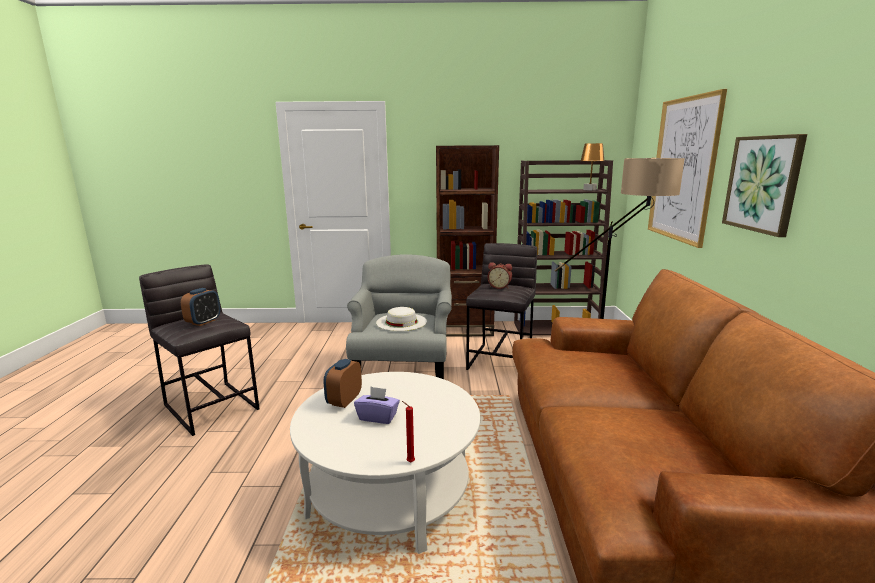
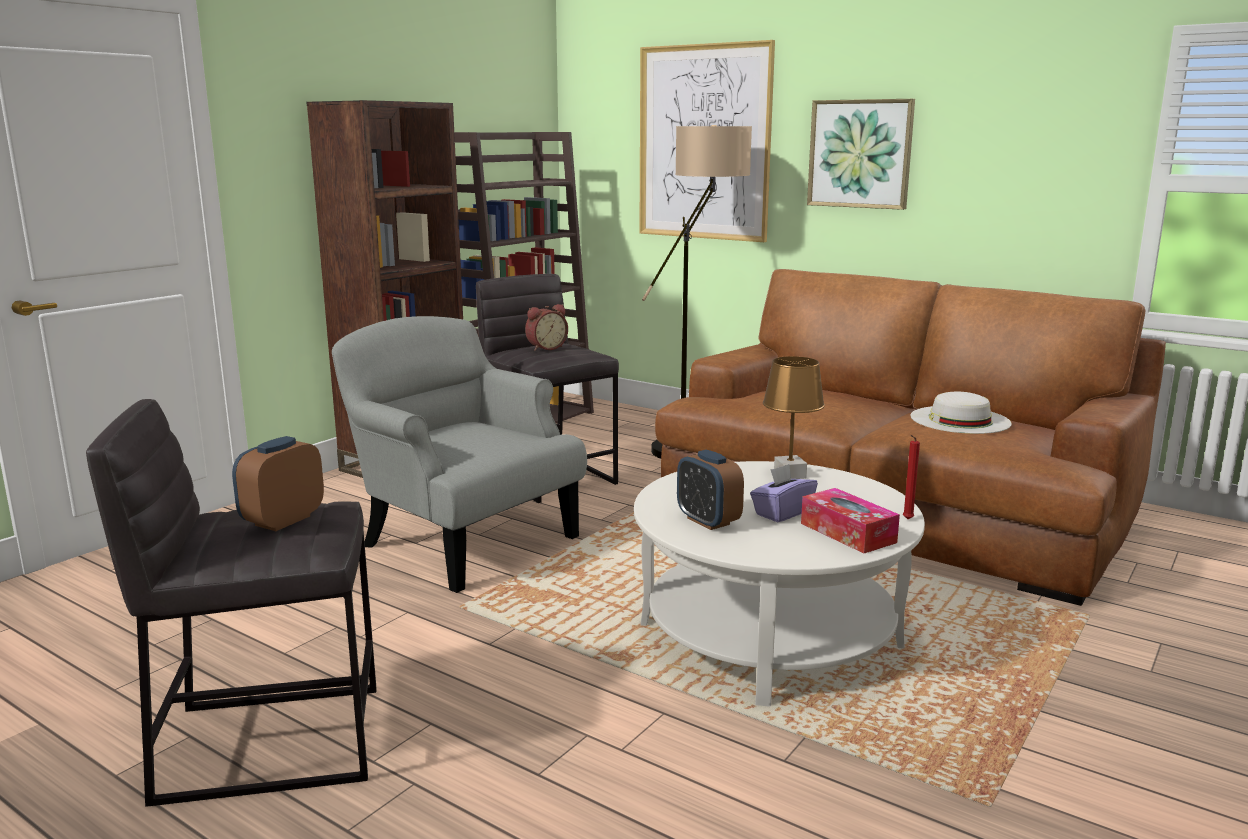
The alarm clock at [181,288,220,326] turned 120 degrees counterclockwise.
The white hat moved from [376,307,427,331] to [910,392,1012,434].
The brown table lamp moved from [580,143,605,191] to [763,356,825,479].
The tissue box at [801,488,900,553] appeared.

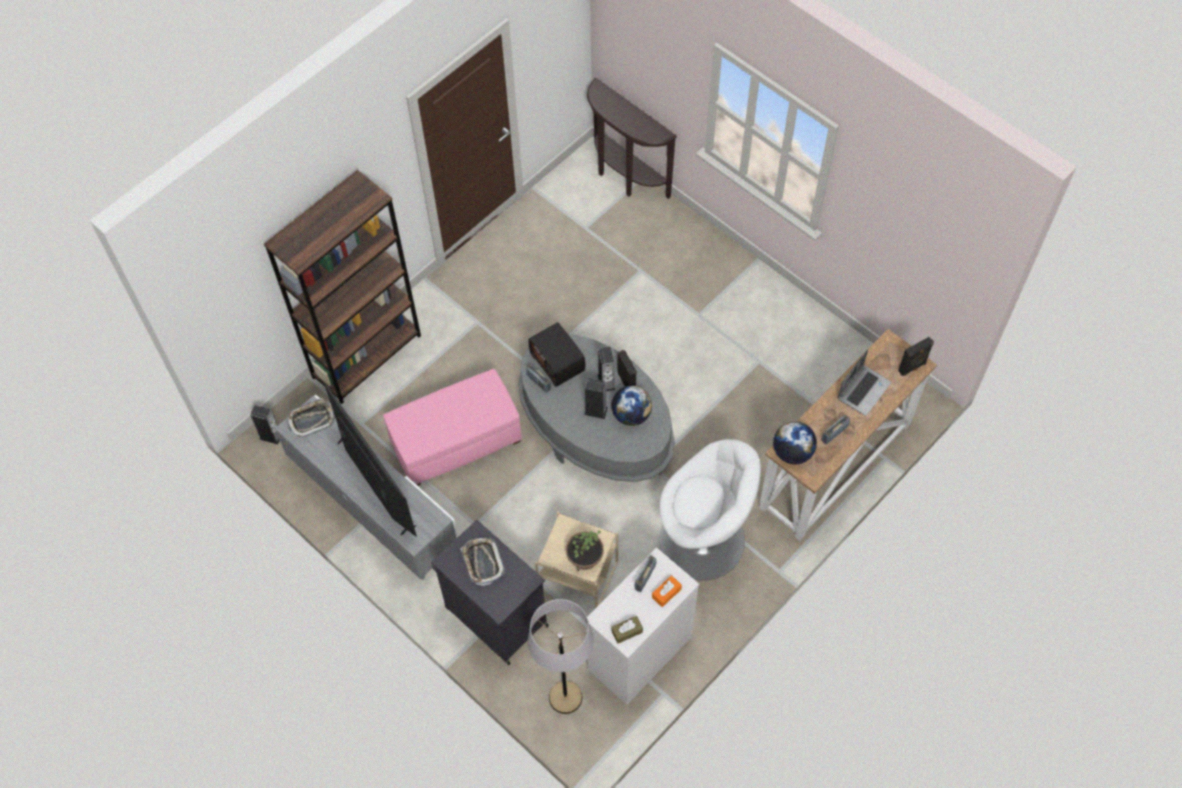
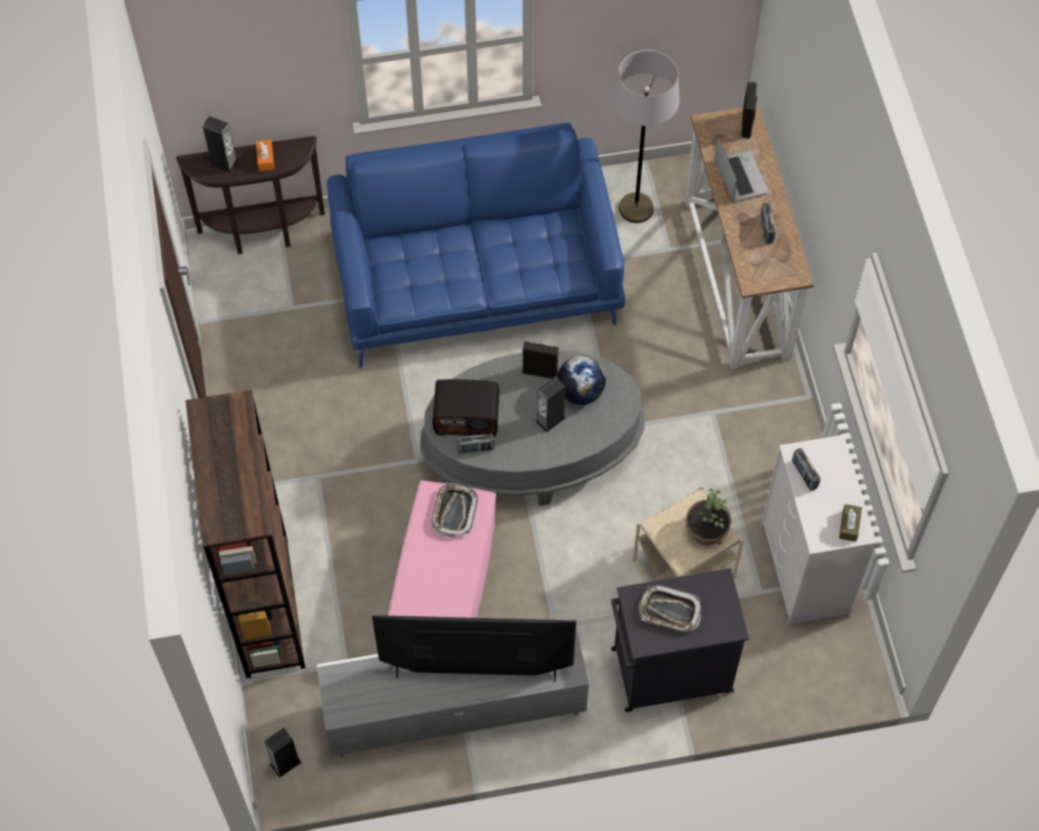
The tray moved from [286,398,335,438] to [431,483,478,537].
The grey floor lamp moved from [528,599,593,714] to [613,50,679,223].
The speaker moved from [598,347,615,392] to [203,116,238,173].
The orange tissue box moved from [652,575,682,607] to [256,140,274,171].
The white armchair at [660,439,761,581] disappeared.
The globe at [773,421,817,464] disappeared.
The blue sofa at [327,123,625,368] appeared.

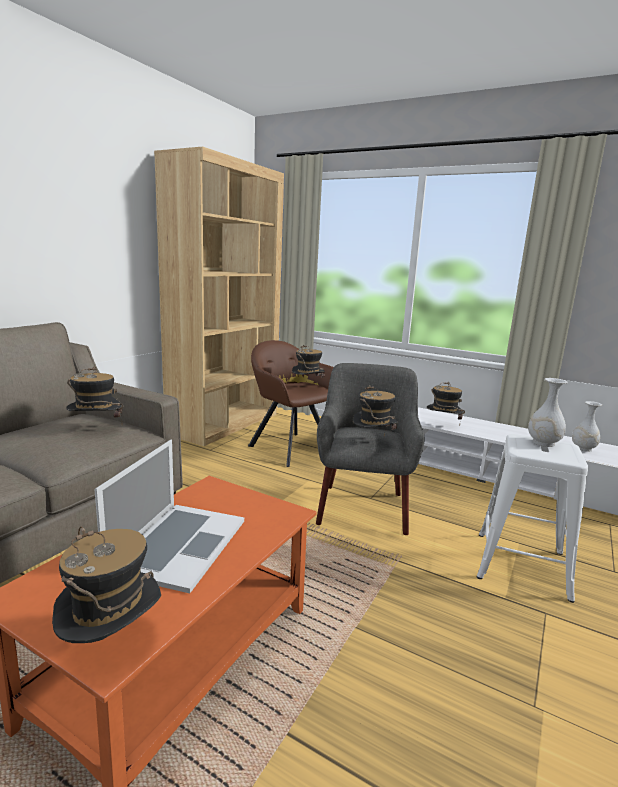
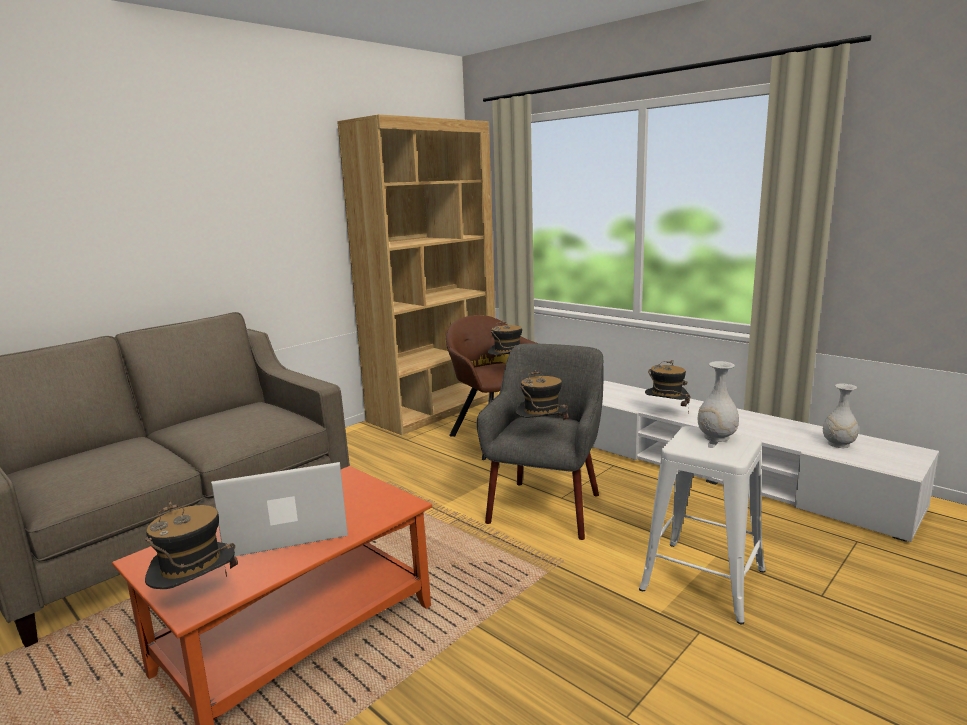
The hat at [66,367,124,418] disappeared.
The laptop at [95,439,244,593] turned 135 degrees counterclockwise.

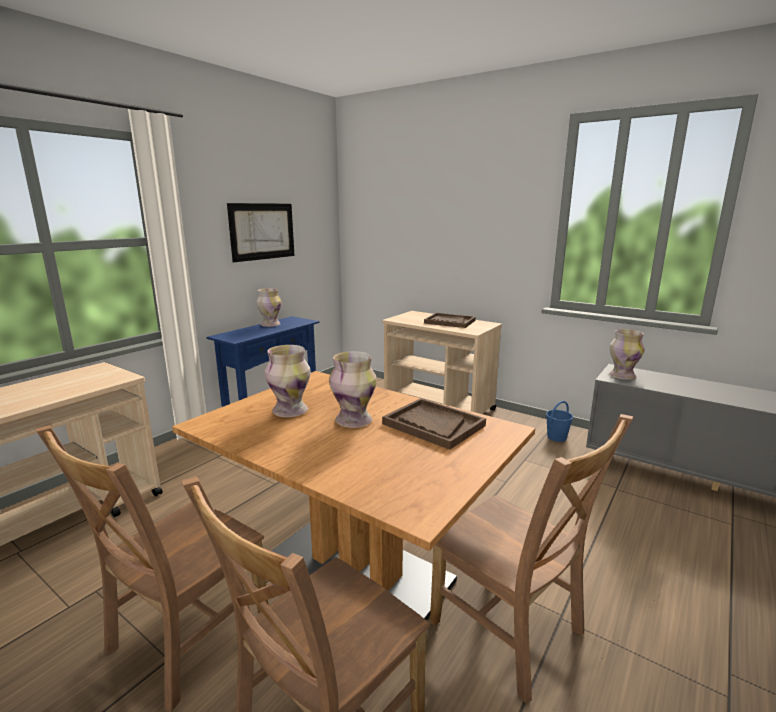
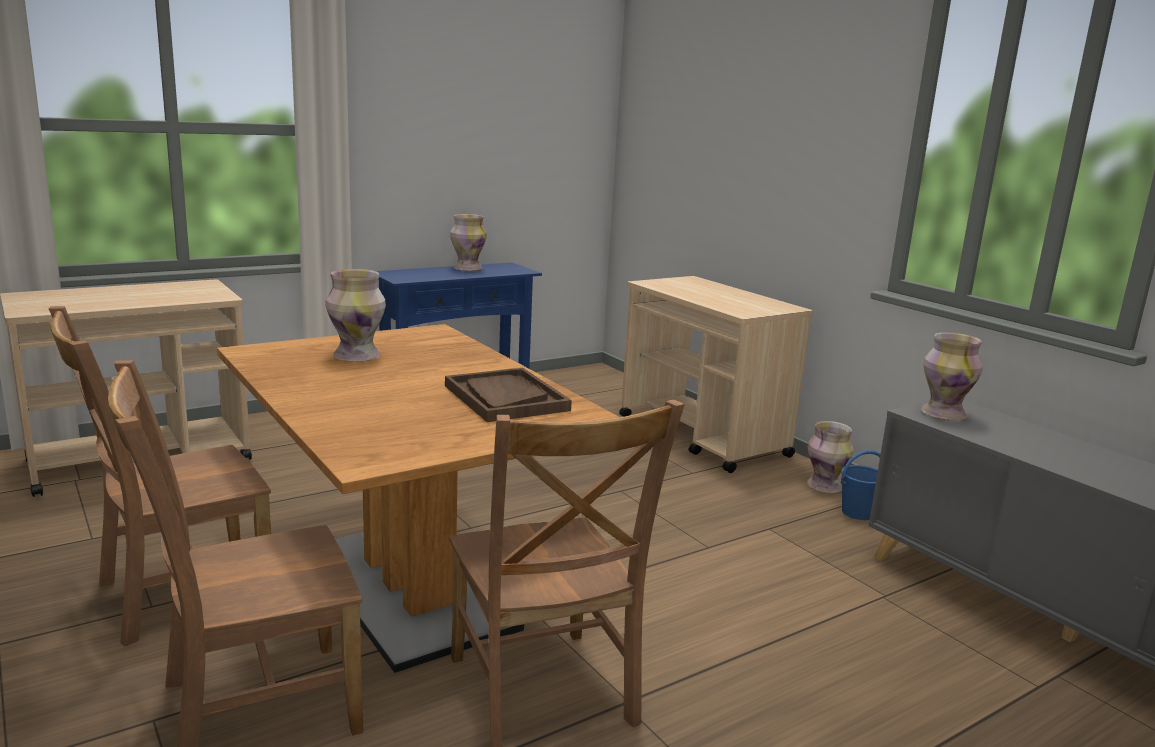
The picture at [227,203,294,262] disappeared.
The vase moved from [329,351,377,428] to [807,421,853,493].
The brown tray at [424,313,476,328] disappeared.

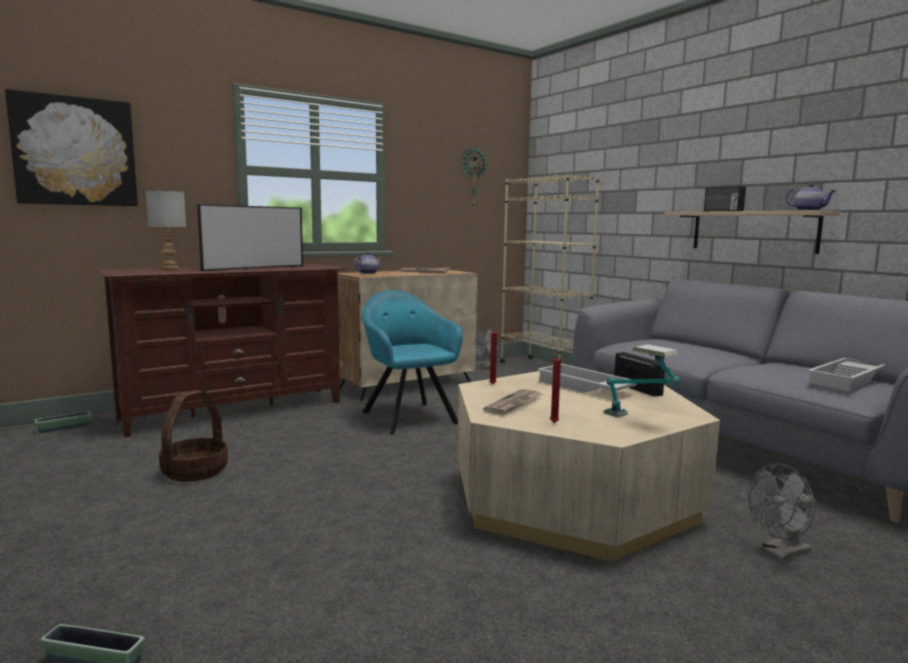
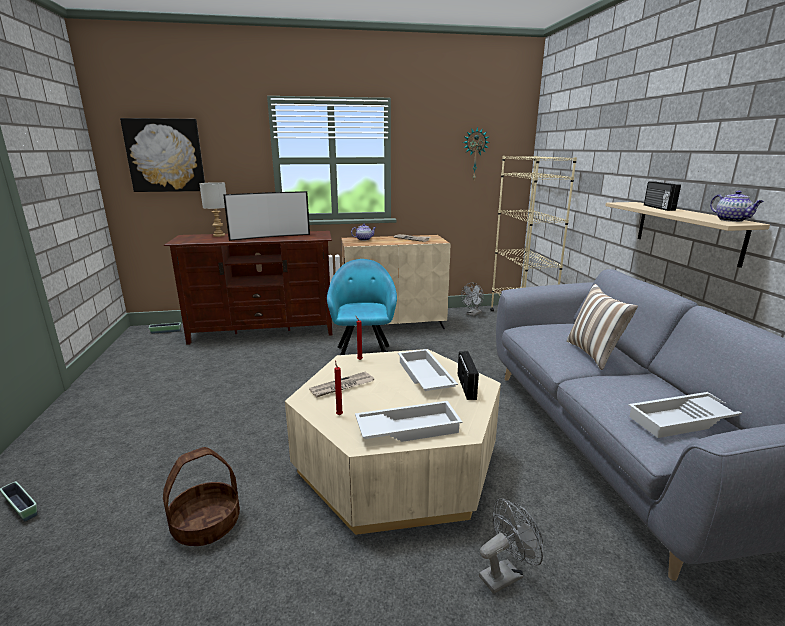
The basket moved from [159,390,228,482] to [163,447,240,546].
The table lamp at [604,344,680,418] was replaced by the white tray at [355,401,462,442].
The grey fan at [748,463,816,560] turned 150 degrees clockwise.
The pillow at [567,284,638,370] appeared.

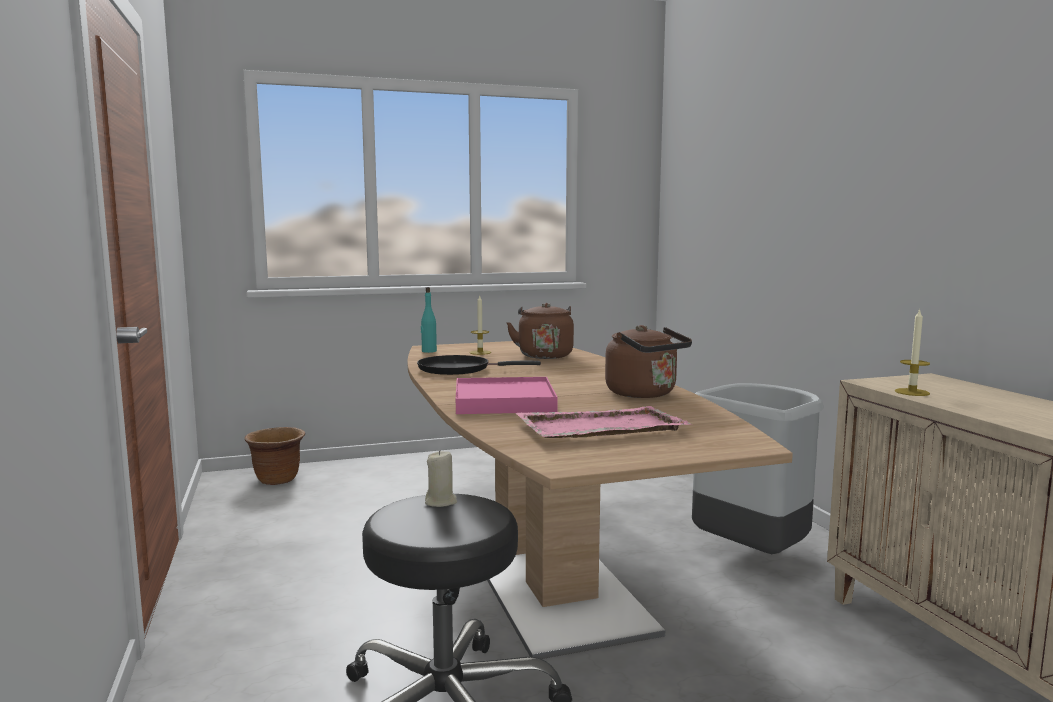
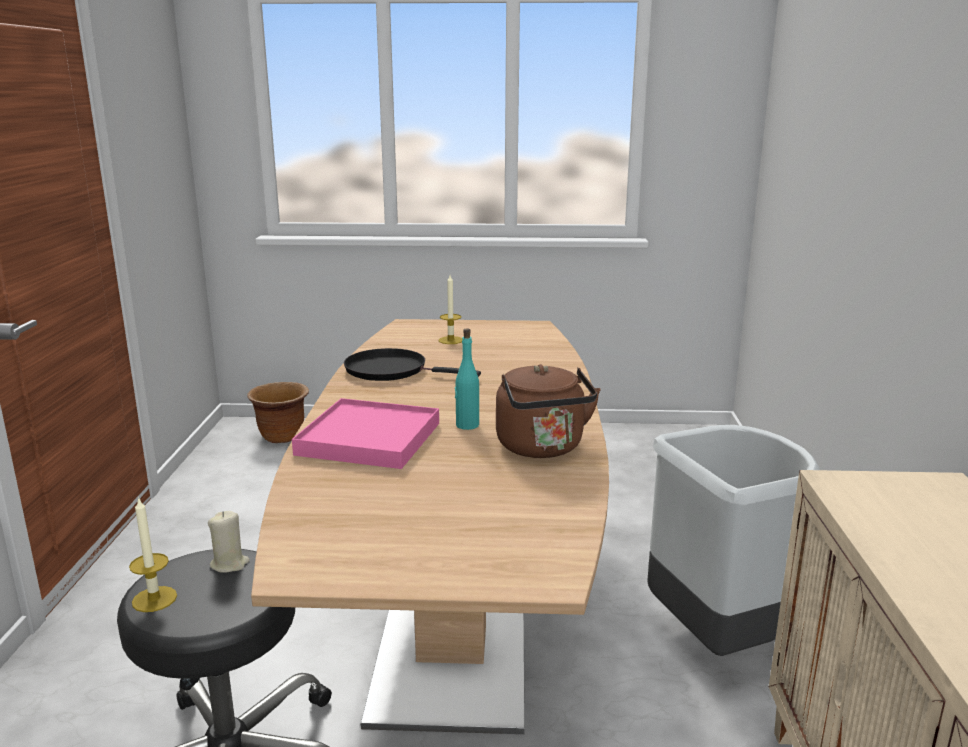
The turquoise bottle moved from [421,287,437,353] to [455,329,479,430].
The brown kettle at [506,303,574,359] disappeared.
The pink tray at [515,406,691,438] disappeared.
The candle moved from [895,308,930,396] to [129,497,177,612].

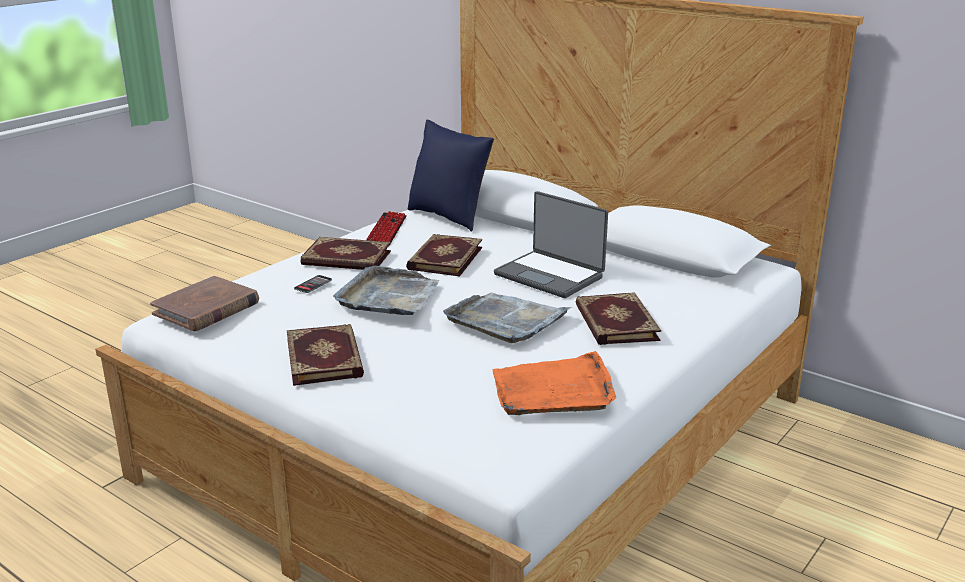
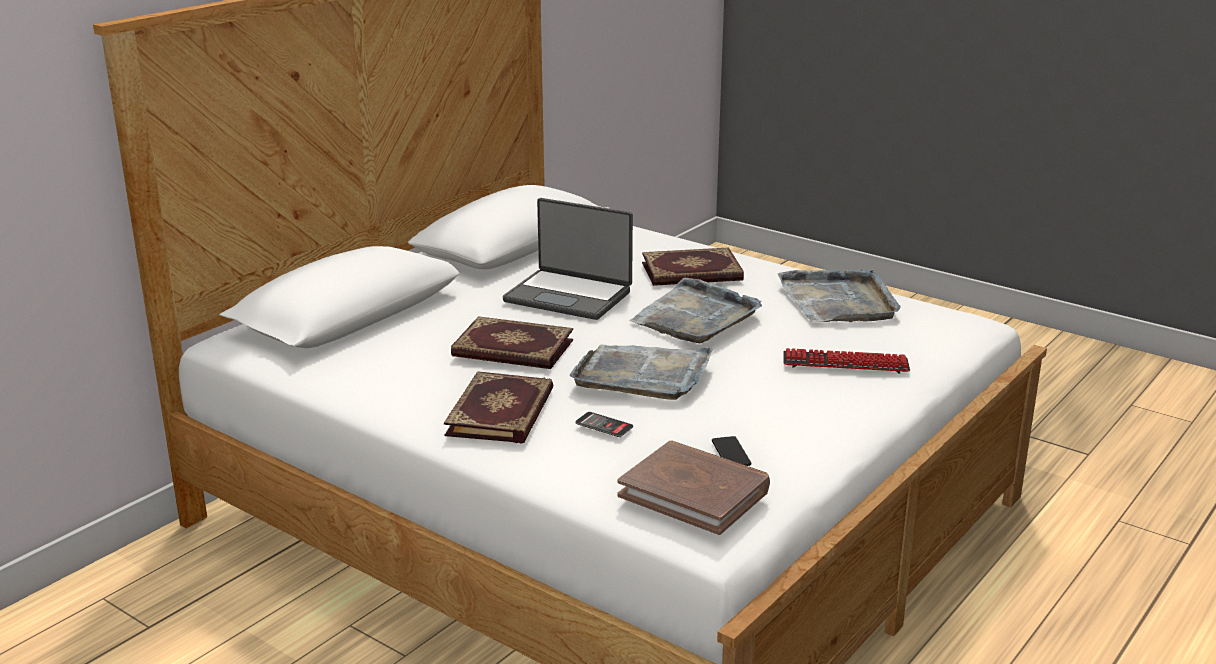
The book at [287,324,364,386] disappeared.
The keyboard moved from [366,211,407,246] to [783,348,910,374].
The blue pillow at [408,120,494,232] disappeared.
The orange tray at [493,351,616,415] became the grey tray at [778,269,901,322].
The laptop at [494,191,608,298] turned 75 degrees clockwise.
The phone at [712,436,751,466] appeared.

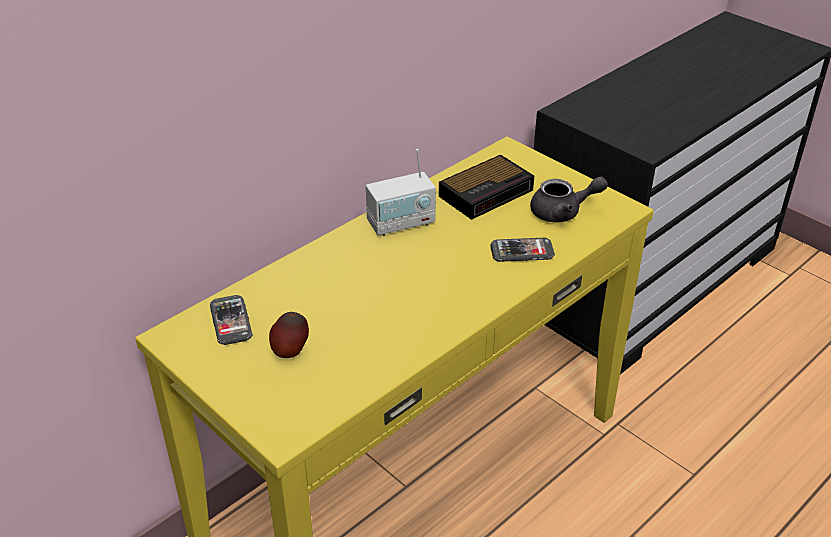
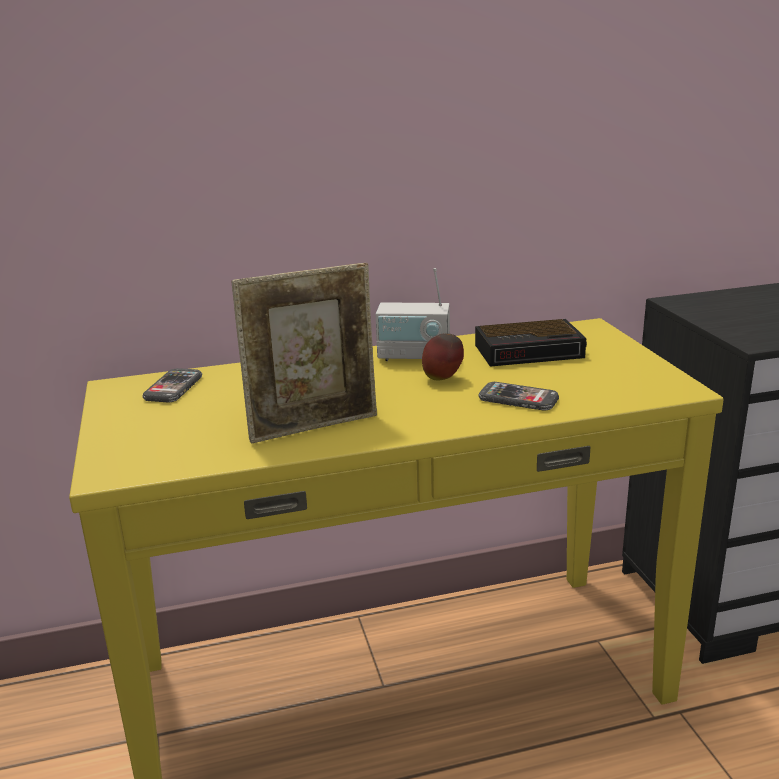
The apple moved from [269,312,309,358] to [422,333,464,380].
The grey teapot at [530,176,608,222] disappeared.
The picture frame at [232,263,377,444] appeared.

